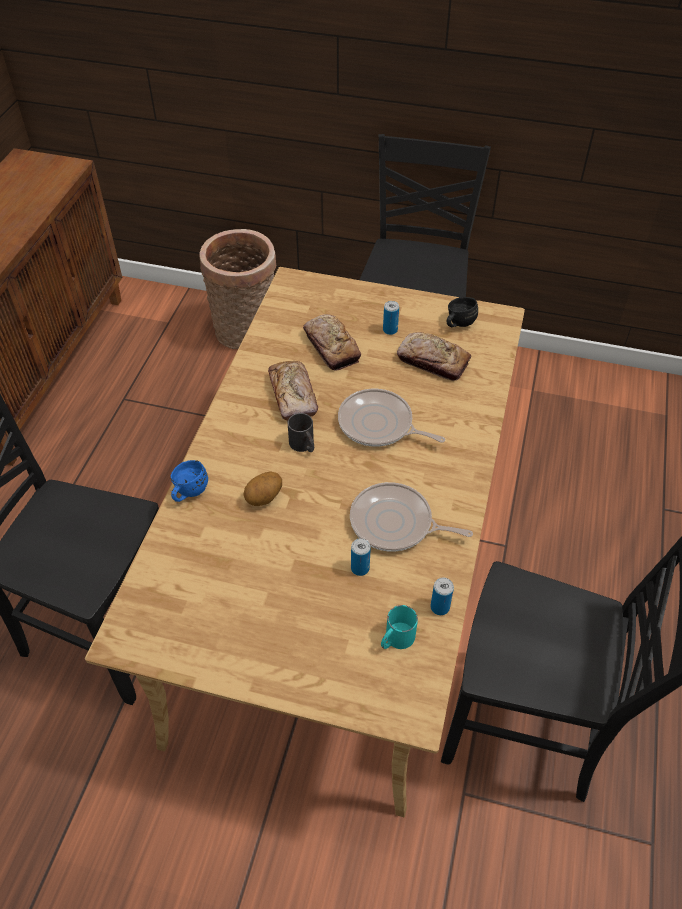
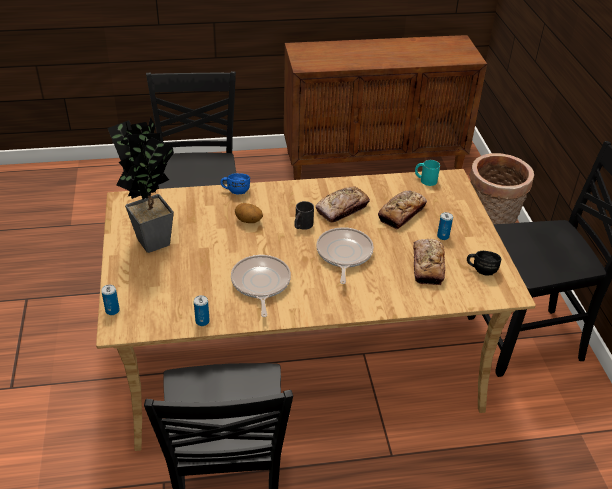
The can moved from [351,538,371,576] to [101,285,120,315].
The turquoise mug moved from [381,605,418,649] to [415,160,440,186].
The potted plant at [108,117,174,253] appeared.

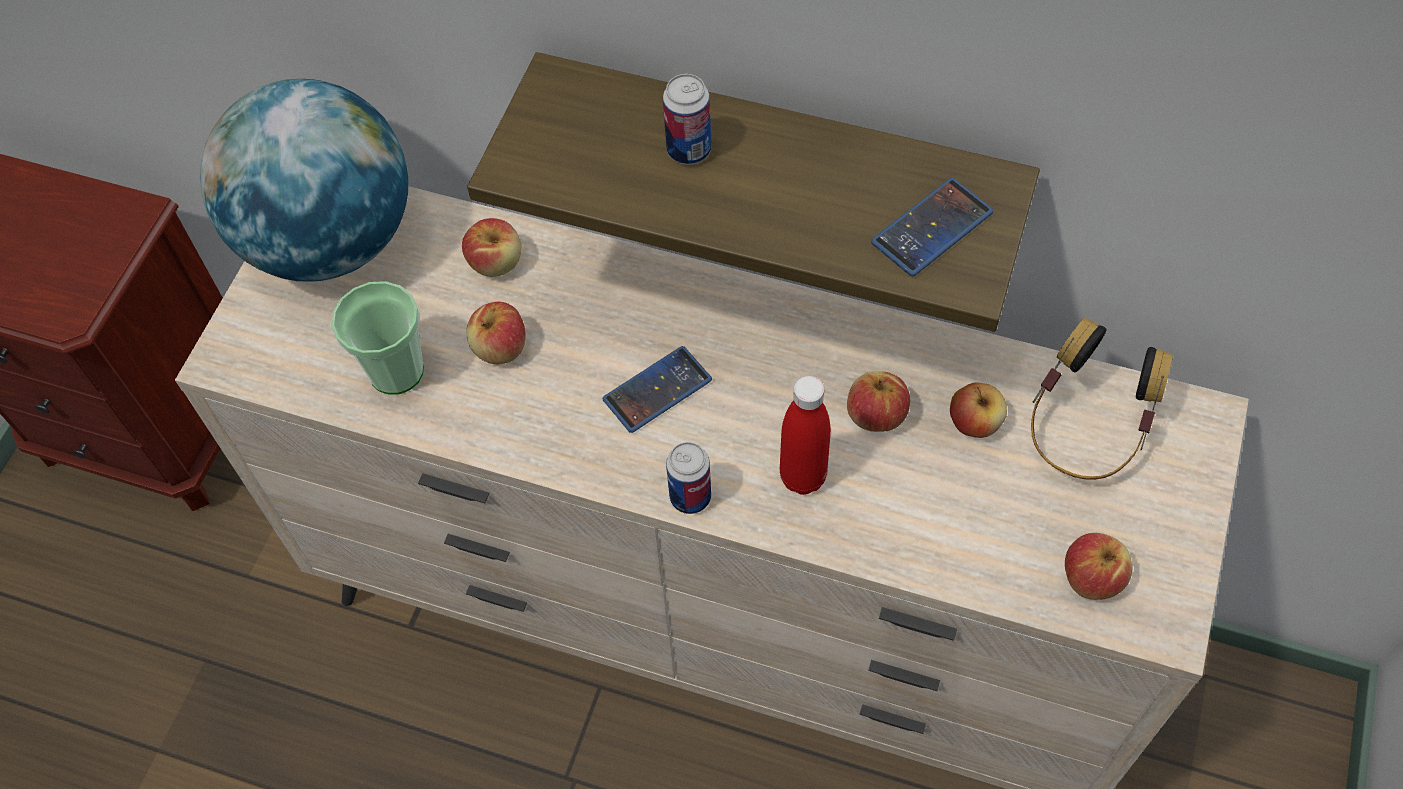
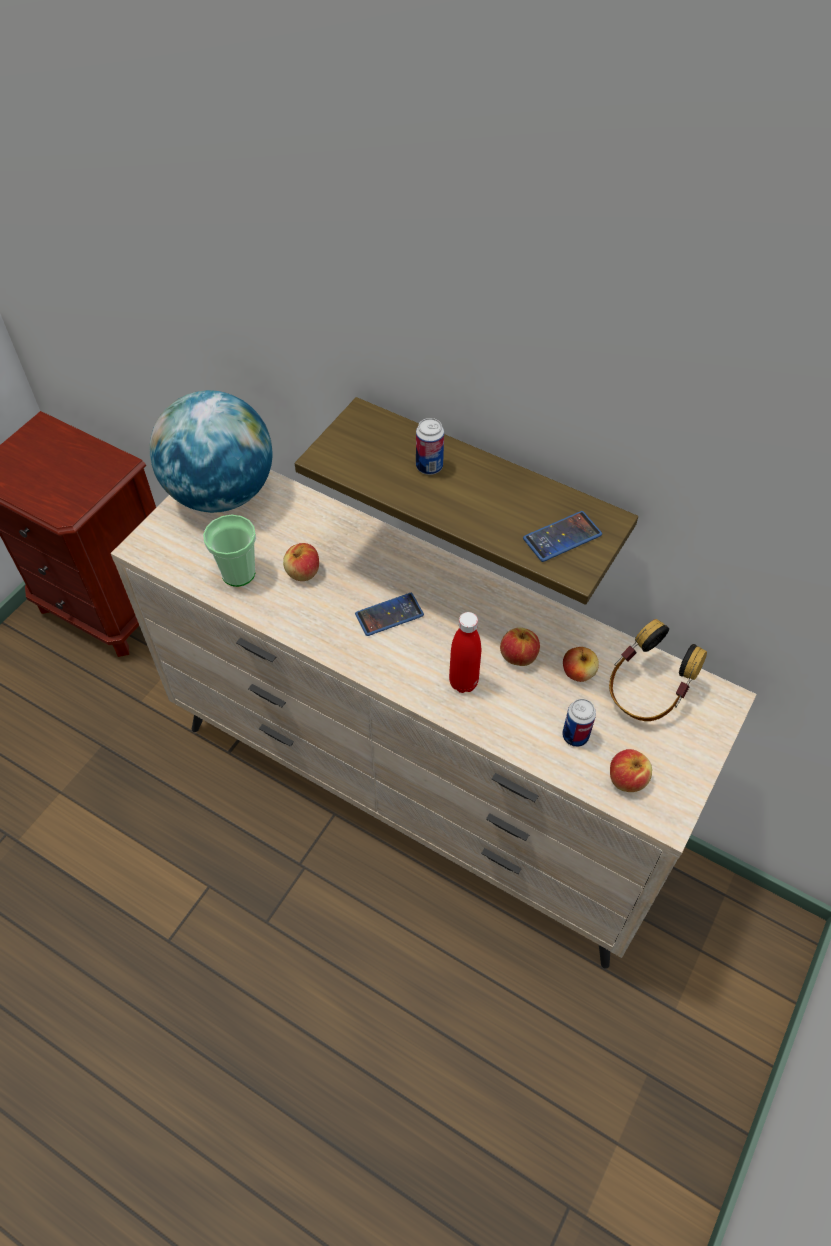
The apple at [462,218,521,277] disappeared.
The can moved from [666,442,711,514] to [562,699,596,747].

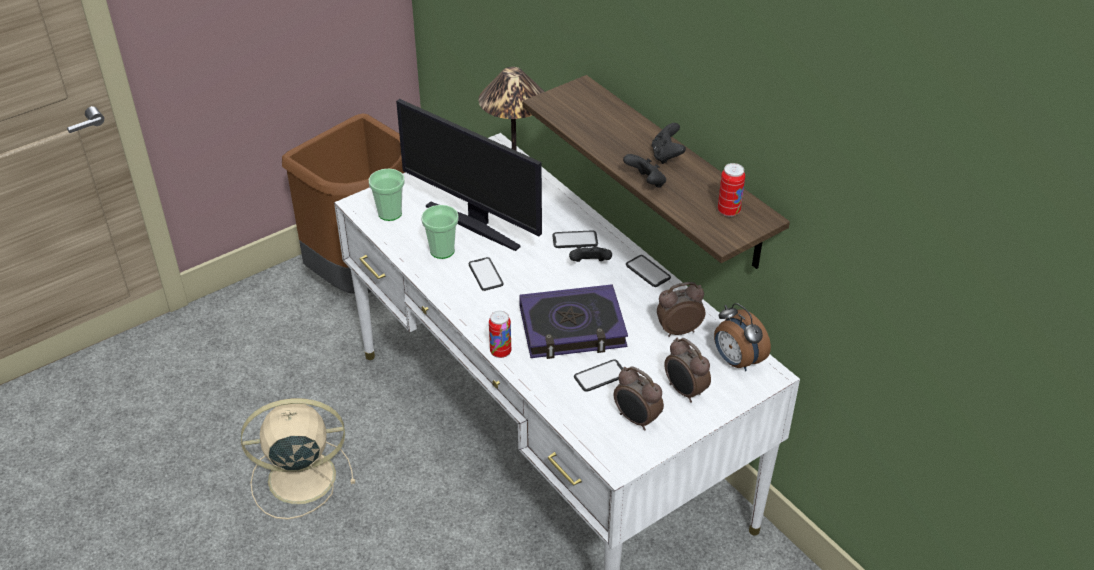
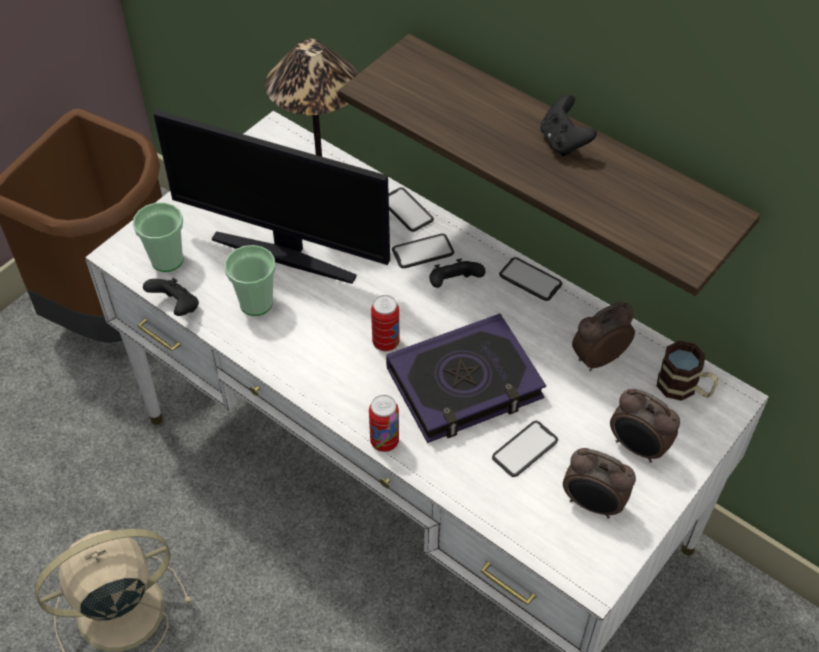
The phone moved from [469,257,503,291] to [389,188,434,232].
The black game controller moved from [623,154,666,188] to [143,278,199,316].
The alarm clock at [714,303,771,371] was replaced by the mug at [657,340,719,401].
The can moved from [718,163,745,217] to [371,295,400,351].

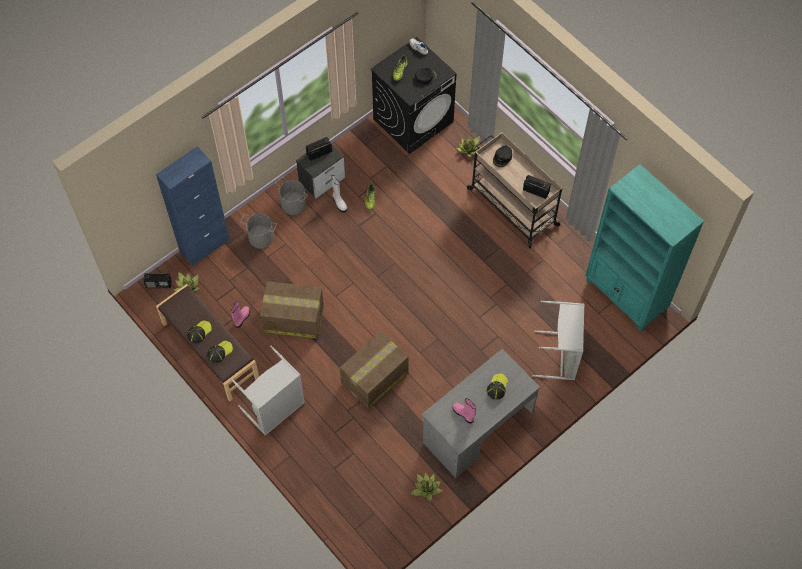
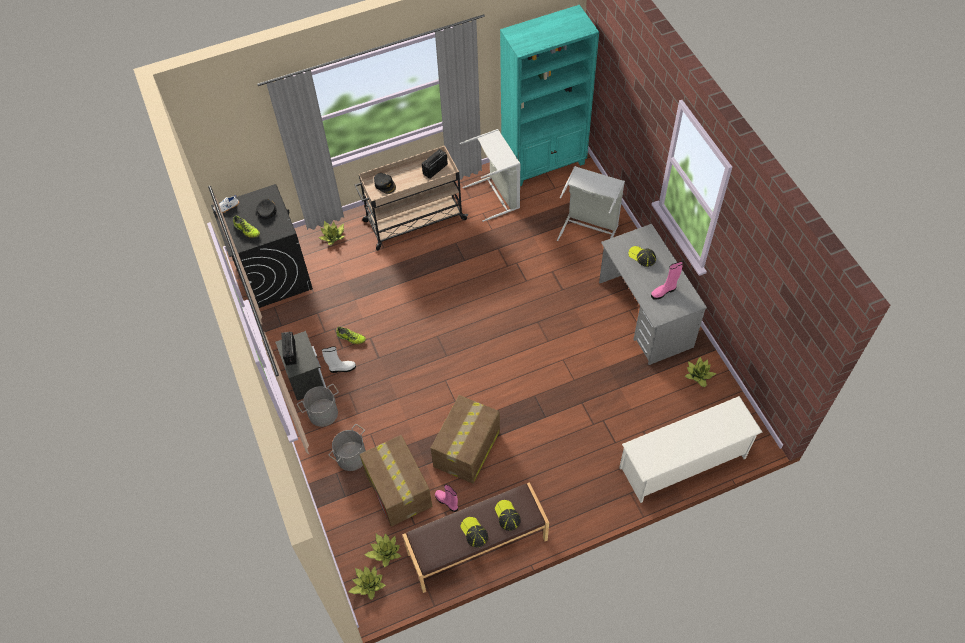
The radio at [144,273,172,288] was replaced by the potted plant at [349,566,386,600].
The blue cabinet at [156,146,230,266] disappeared.
The grey laundry basket moved from [230,346,305,436] to [460,129,521,222].
The cardboard box moved from [340,331,409,409] to [360,435,432,526].
The white shoe rack at [619,396,762,503] appeared.

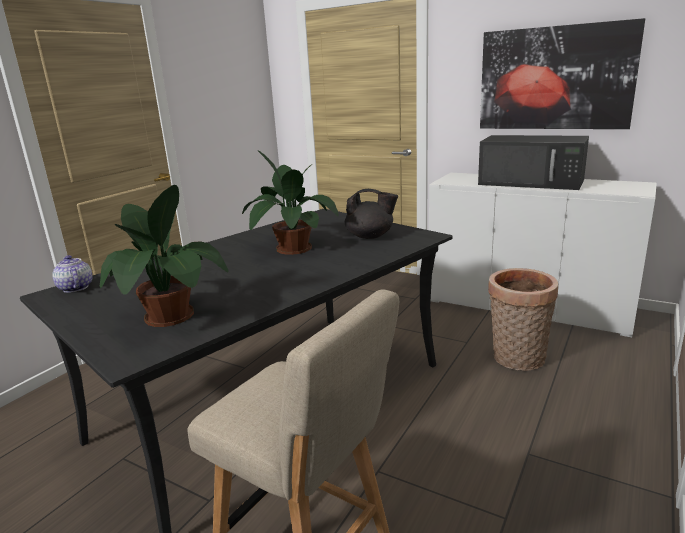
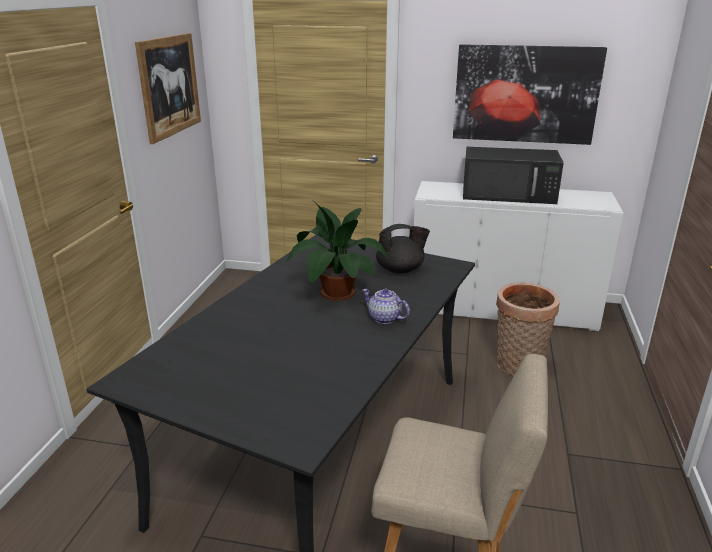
The teapot moved from [52,255,93,293] to [362,288,410,324].
The potted plant at [100,185,228,327] disappeared.
The picture at [135,33,201,144] appeared.

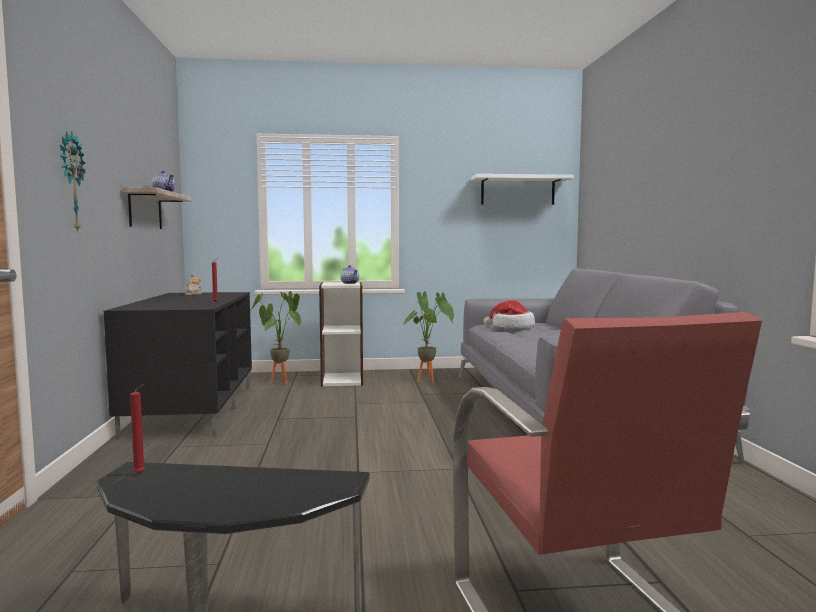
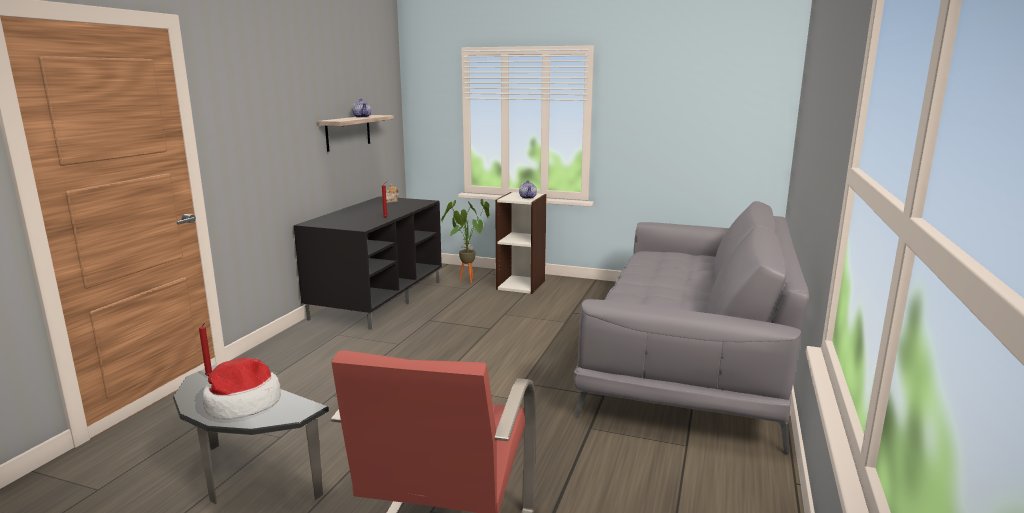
The wall clock at [60,131,86,233] disappeared.
The potted plant at [403,291,454,383] disappeared.
The white shelf at [471,174,574,205] disappeared.
The hat moved from [483,300,535,328] to [203,357,281,420].

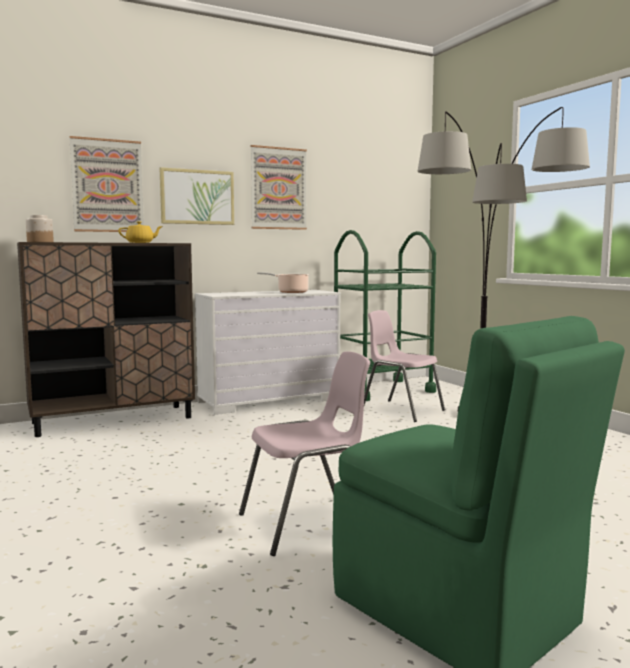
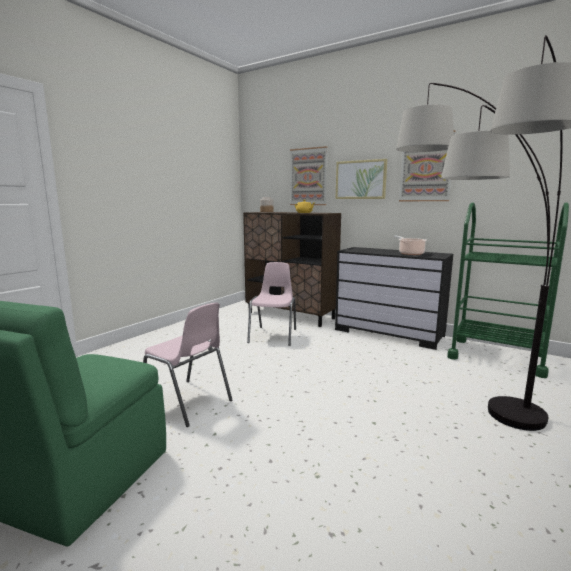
The white dresser at [195,290,341,415] became the black dresser at [335,247,453,350].
The pink chair moved from [364,310,445,422] to [247,262,296,346].

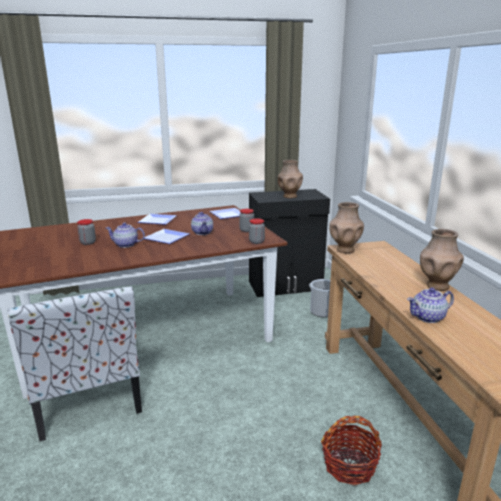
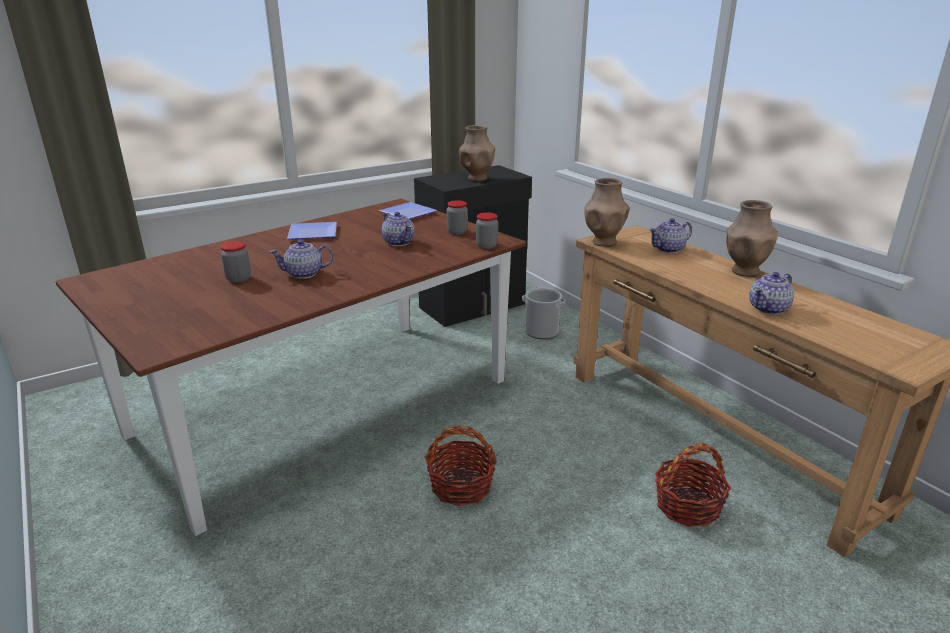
The chair at [8,286,142,442] disappeared.
The plate at [144,229,190,244] disappeared.
The basket at [425,426,497,506] appeared.
The teapot at [649,218,692,253] appeared.

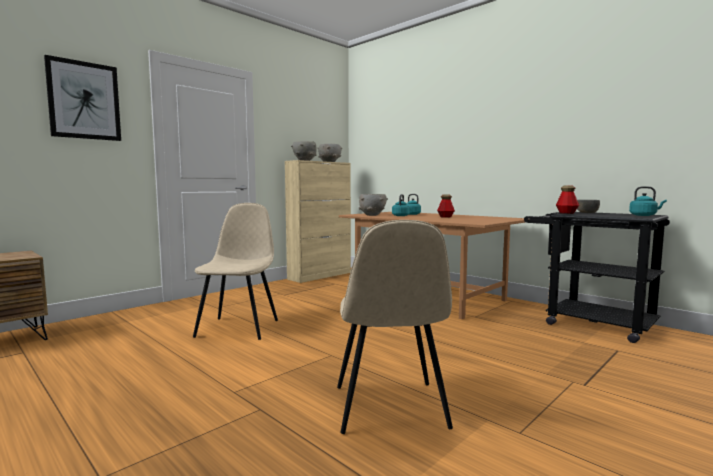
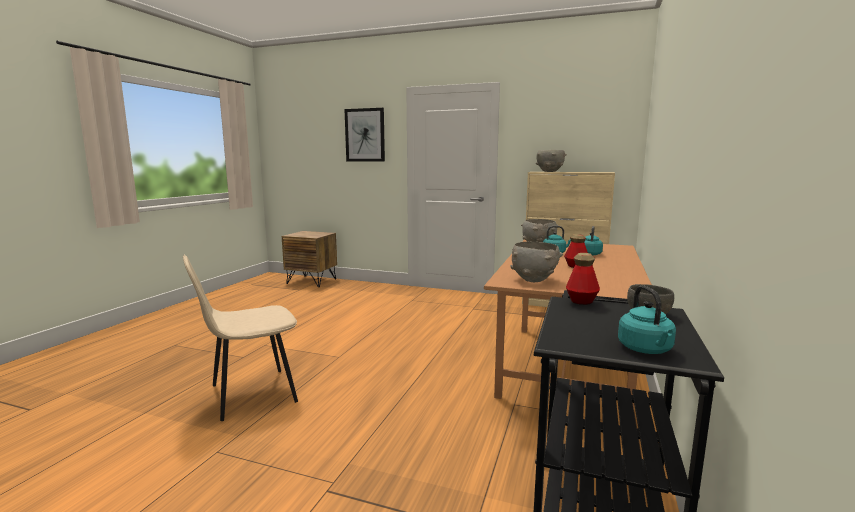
The beige chair at [193,203,278,340] disappeared.
The grey bowl moved from [317,144,342,162] to [510,242,563,282].

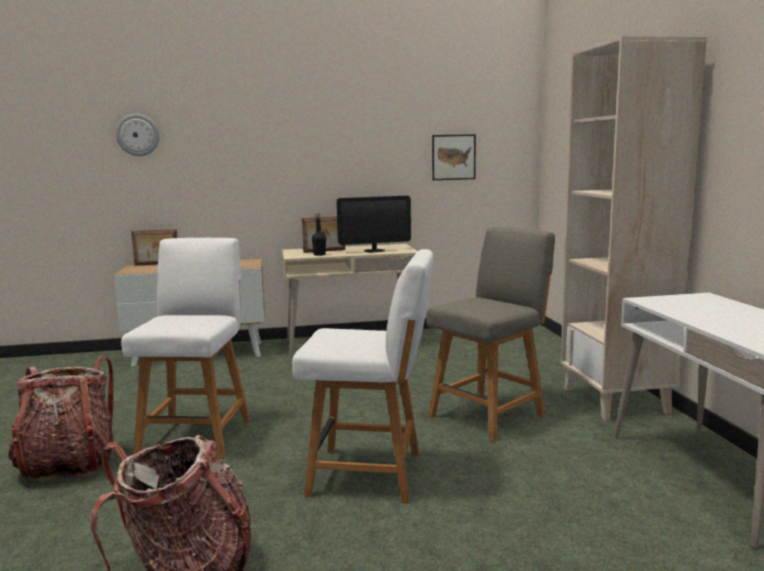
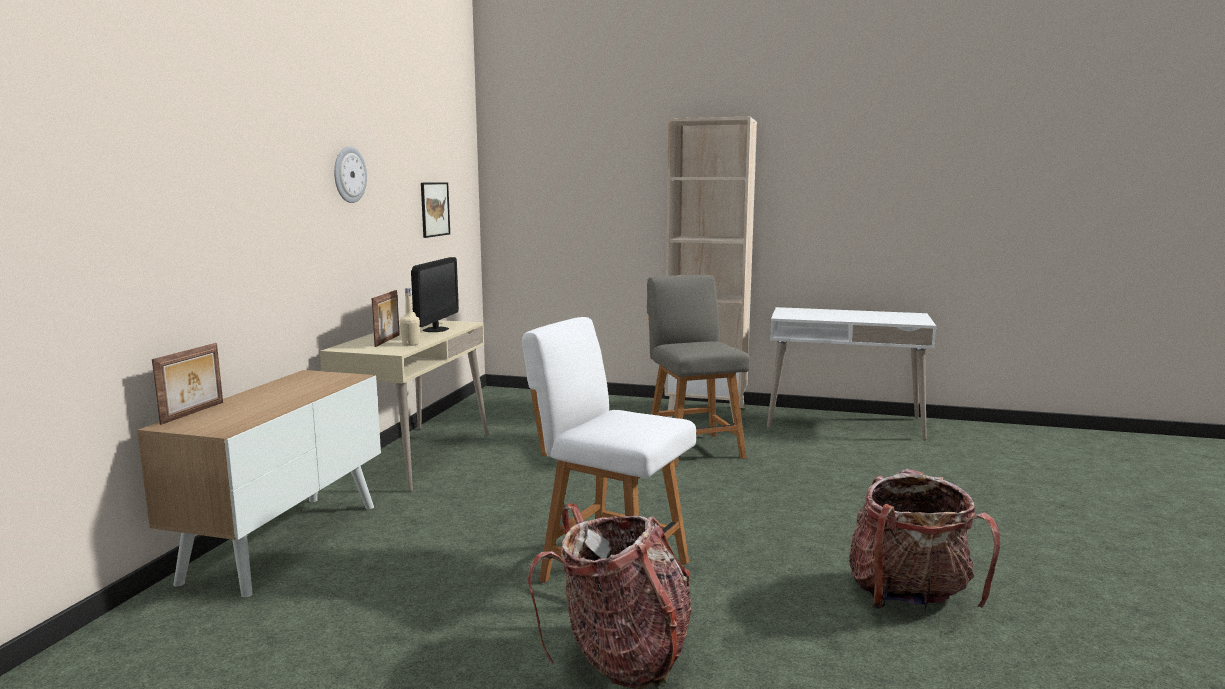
The wall clock moved from [116,114,160,156] to [334,146,367,203].
The white chair at [292,249,434,503] disappeared.
The black bottle at [312,213,326,256] became the beige bottle at [400,288,420,346].

